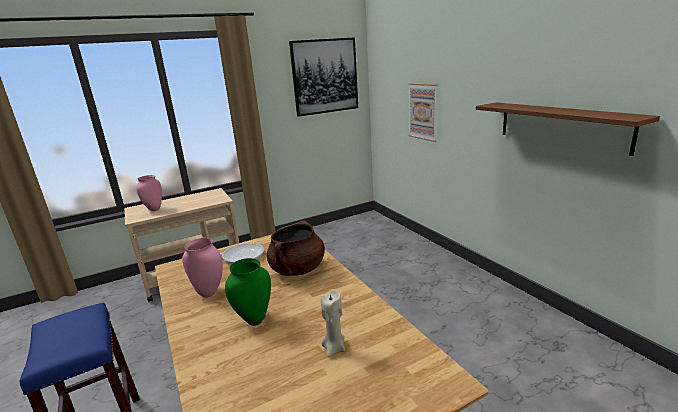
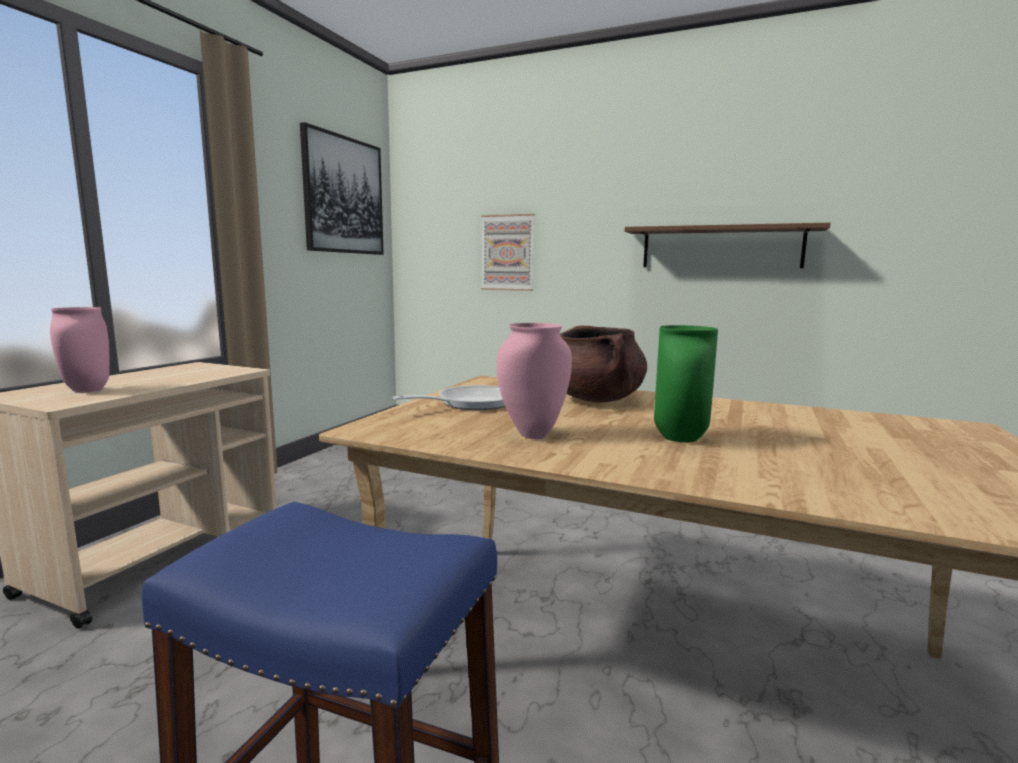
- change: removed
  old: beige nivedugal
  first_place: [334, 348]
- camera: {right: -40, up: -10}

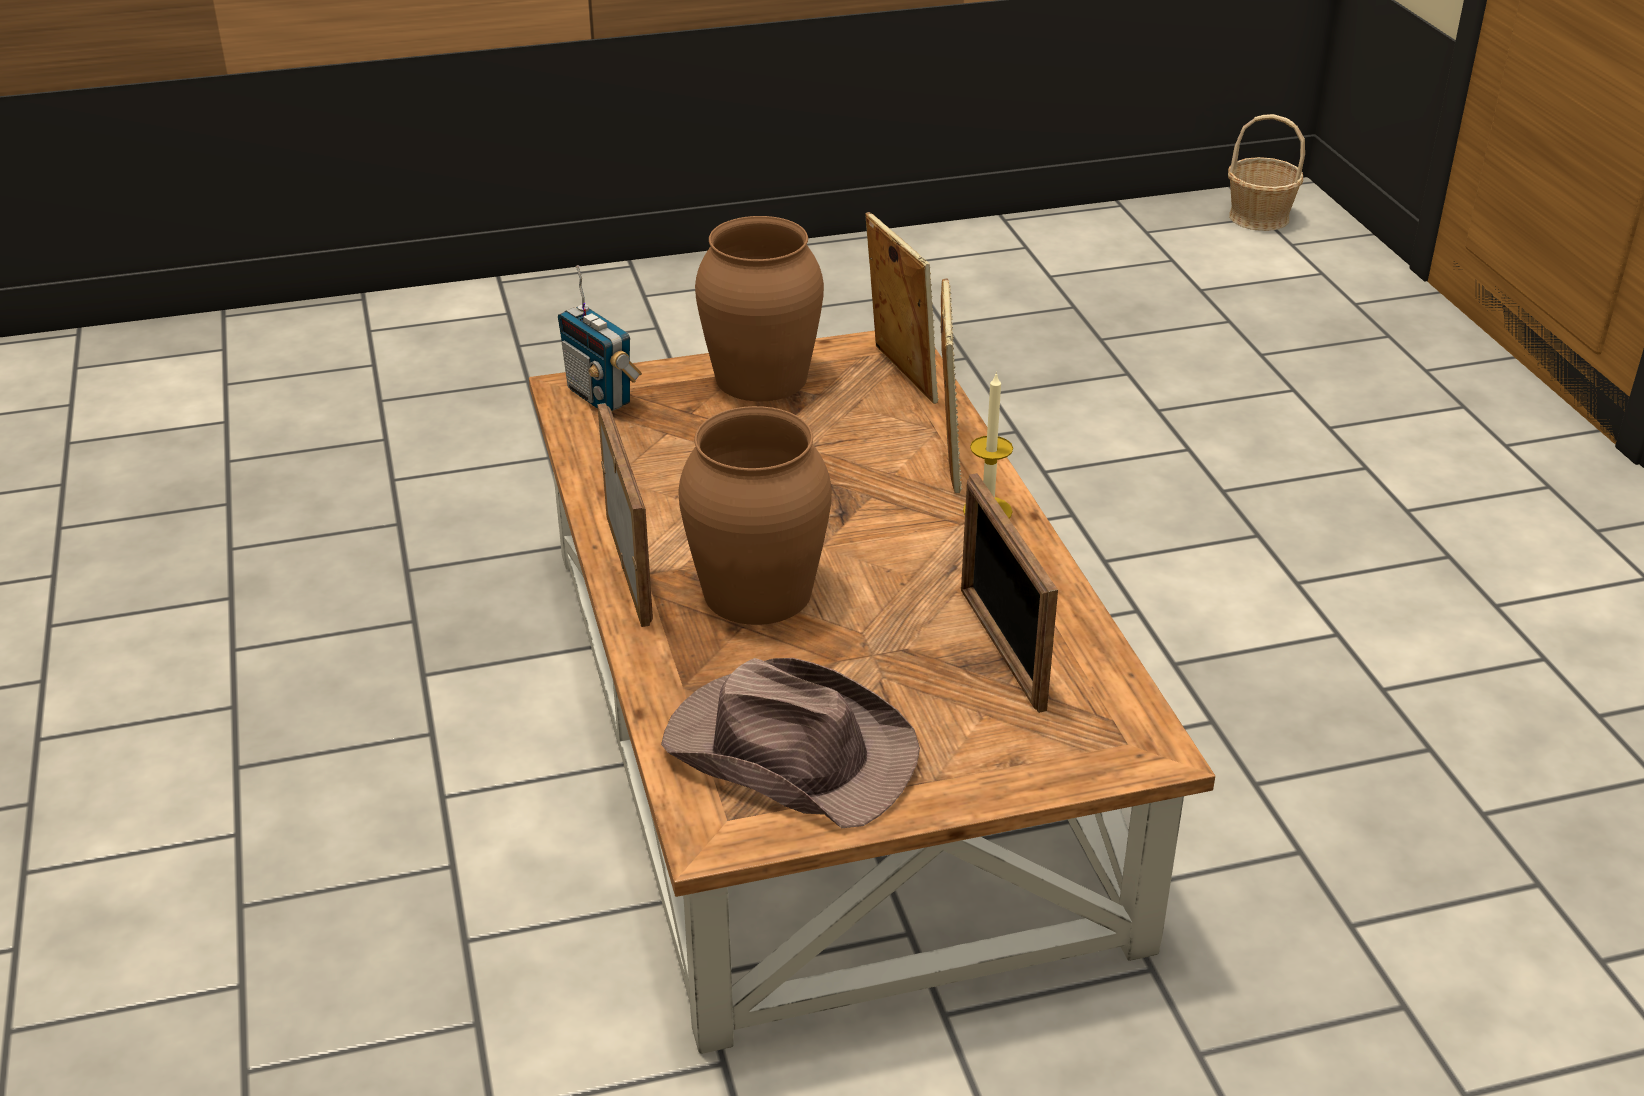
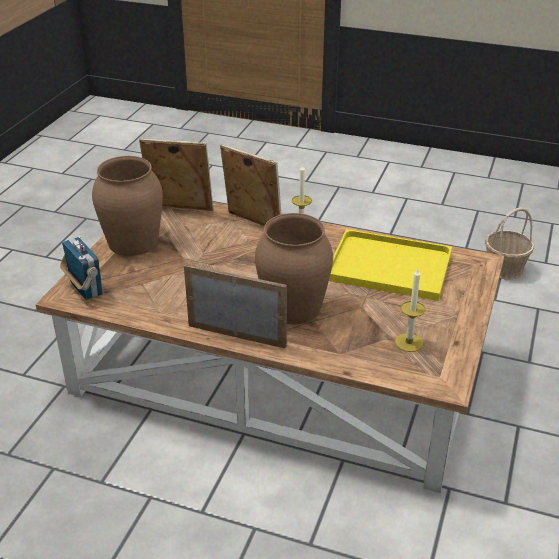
- change: turned
  old: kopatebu
  first_place: [600, 396]
  second_place: [85, 289]
  degrees: -120
- change: replaced
  old: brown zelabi
  new: nivedugal
  first_place: [788, 750]
  second_place: [409, 342]
- change: replaced
  old: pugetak
  new: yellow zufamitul
  first_place: [1001, 648]
  second_place: [392, 266]
- change: moved
  old: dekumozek
  first_place: [1258, 217]
  second_place: [504, 268]
- camera: {right: -55, up: 0}

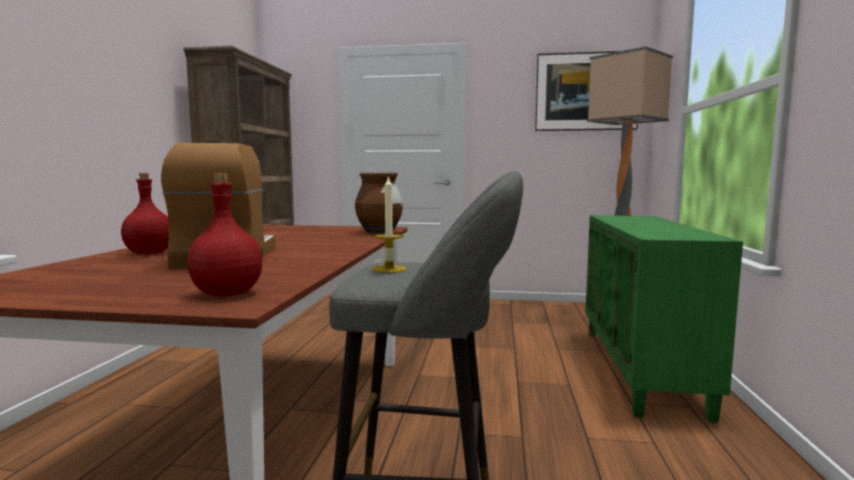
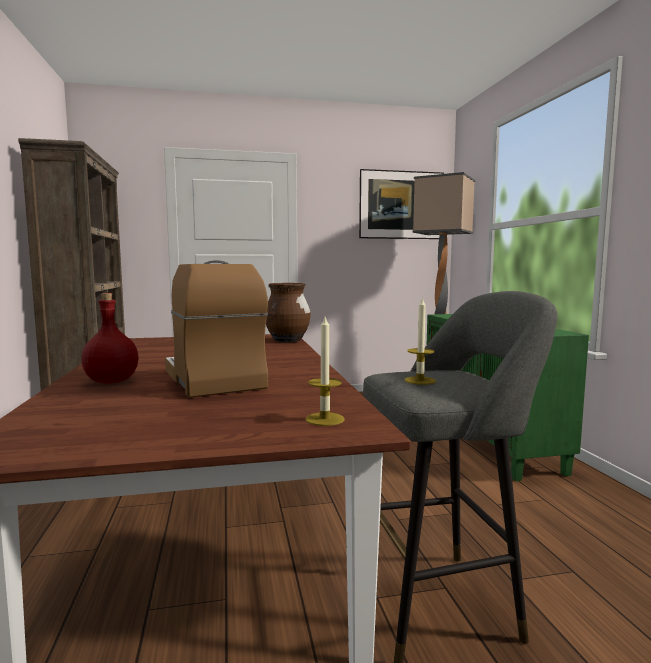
- change: replaced
  old: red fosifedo
  new: nivedugal
  first_place: [227, 293]
  second_place: [325, 419]
- camera: {right: -20, up: 0}

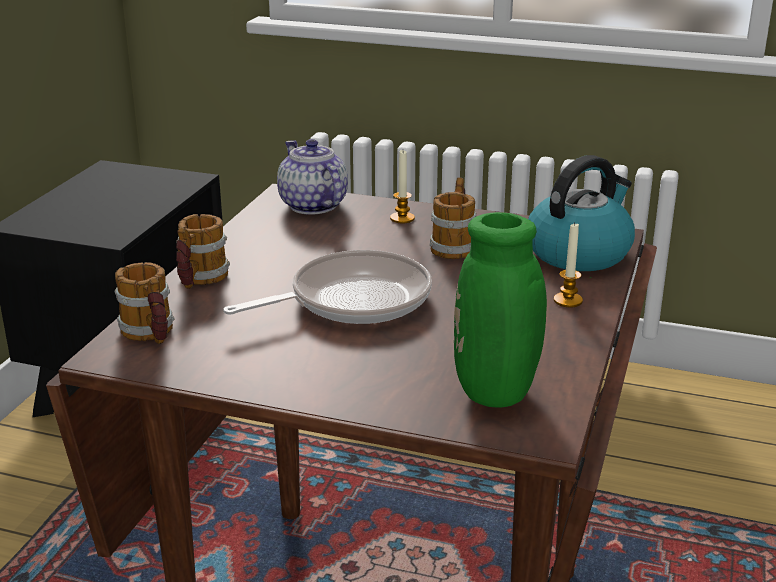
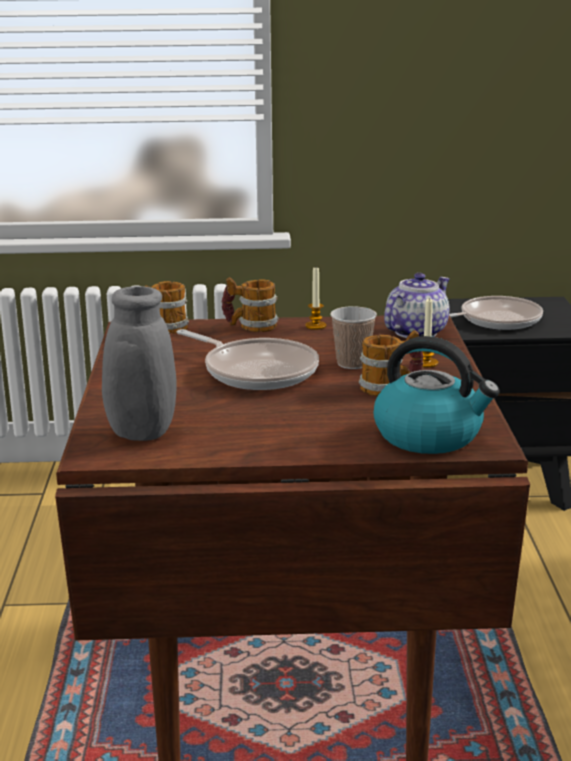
- change: recoloured
  old: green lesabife
  new: grey lesabife
  first_place: [497, 398]
  second_place: [136, 435]
- change: moved
  old: nivedugal
  first_place: [568, 300]
  second_place: [315, 326]
- change: added
  new: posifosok
  second_place: [352, 363]
- change: added
  new: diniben
  second_place: [495, 320]
- camera: {right: 70, up: -5}

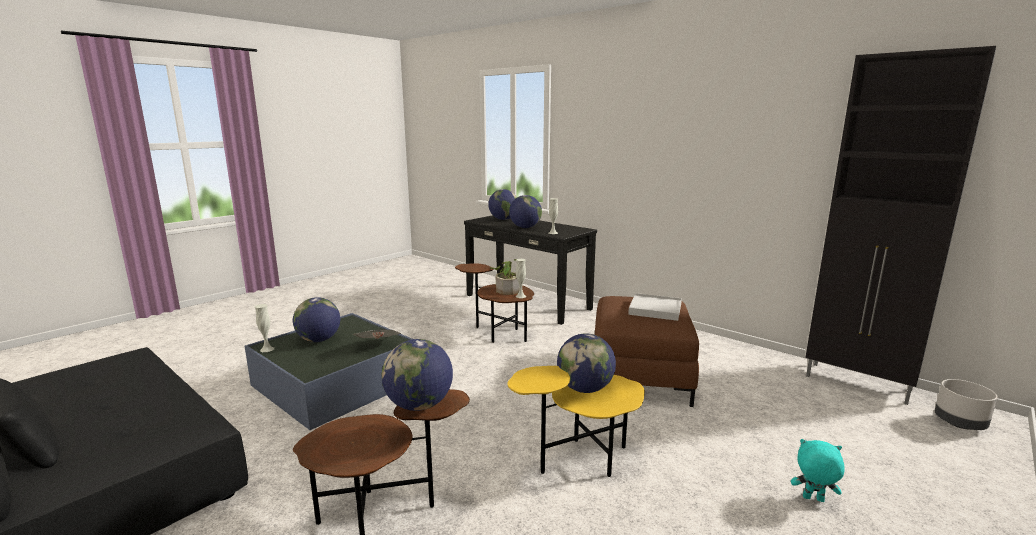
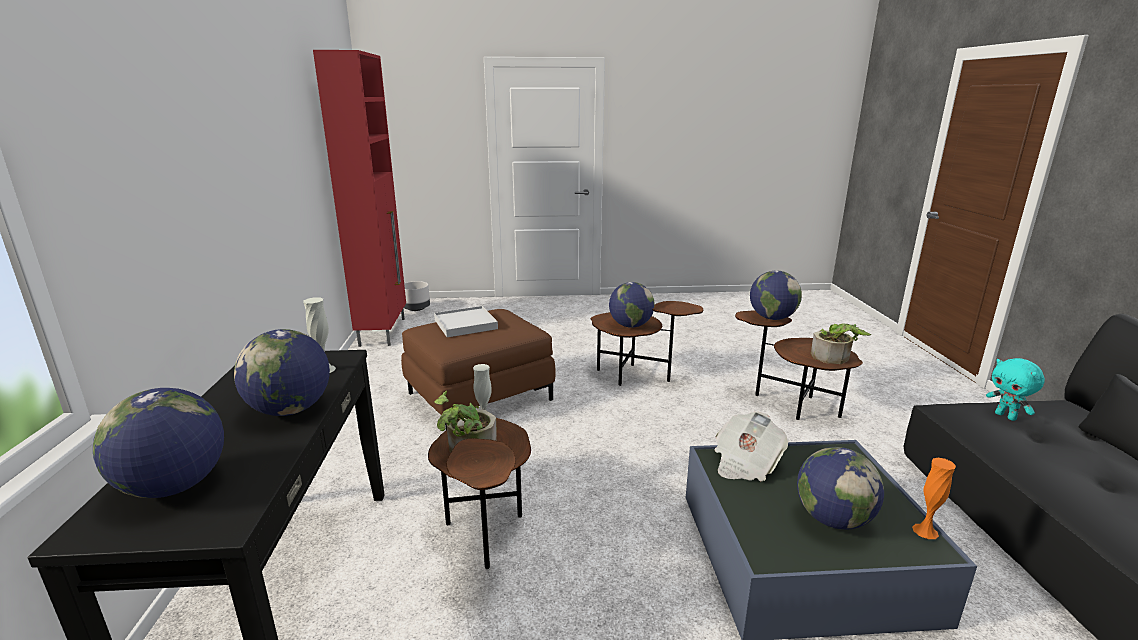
- change: recoloured
  old: white lesabife
  new: orange lesabife
  first_place: [267, 349]
  second_place: [925, 531]
- change: recoloured
  old: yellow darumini
  new: brown darumini
  first_place: [580, 461]
  second_place: [637, 376]
- change: moved
  old: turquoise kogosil
  first_place: [813, 499]
  second_place: [1006, 416]
- change: recoloured
  old: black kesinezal
  new: red kesinezal
  first_place: [859, 383]
  second_place: [383, 331]
- change: added
  new: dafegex
  second_place: [835, 358]
- camera: {right: -135, up: 5}

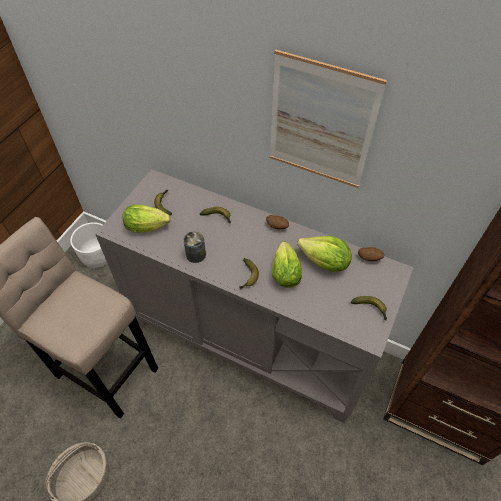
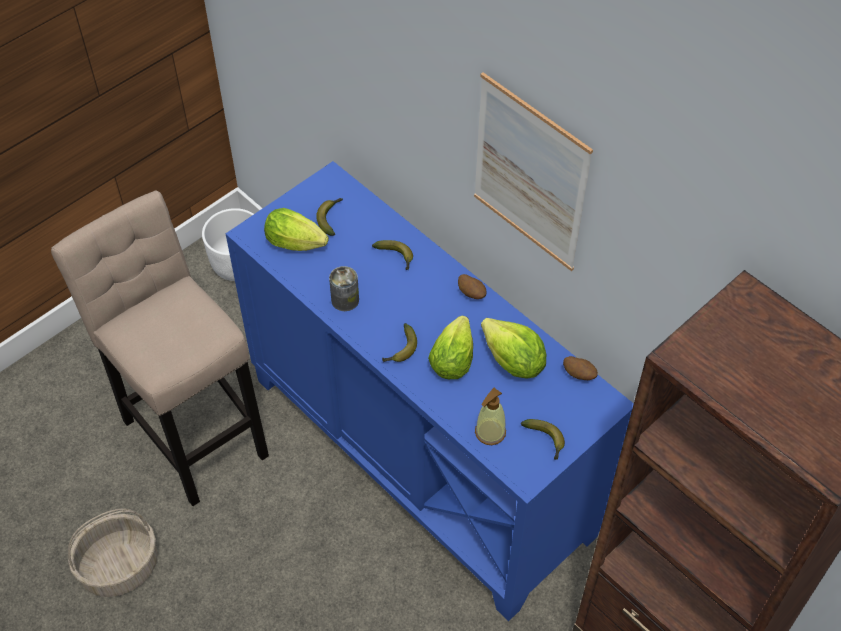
- change: recoloured
  old: grey kesinezal
  new: blue kesinezal
  first_place: [251, 336]
  second_place: [422, 455]
- change: added
  new: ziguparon
  second_place: [490, 432]
- camera: {right: 20, up: 0}

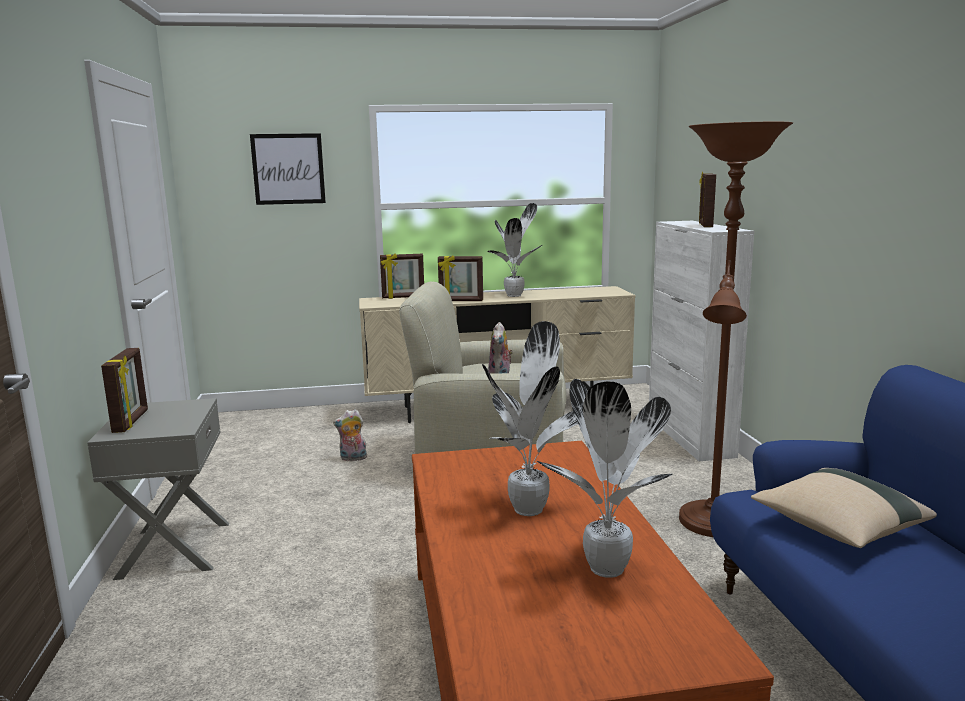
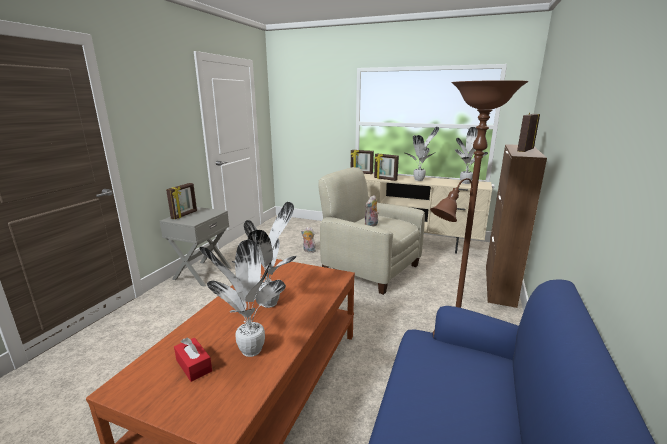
- change: removed
  old: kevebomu
  first_place: [288, 169]
- change: recoloured
  old: white kesinezal
  new: brown kesinezal
  first_place: [689, 436]
  second_place: [499, 285]
- change: removed
  old: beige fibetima
  first_place: [837, 529]
- change: added
  new: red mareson
  second_place: [194, 365]
- change: added
  new: dafegex
  second_place: [465, 182]
- camera: {right: 30, up: 5}

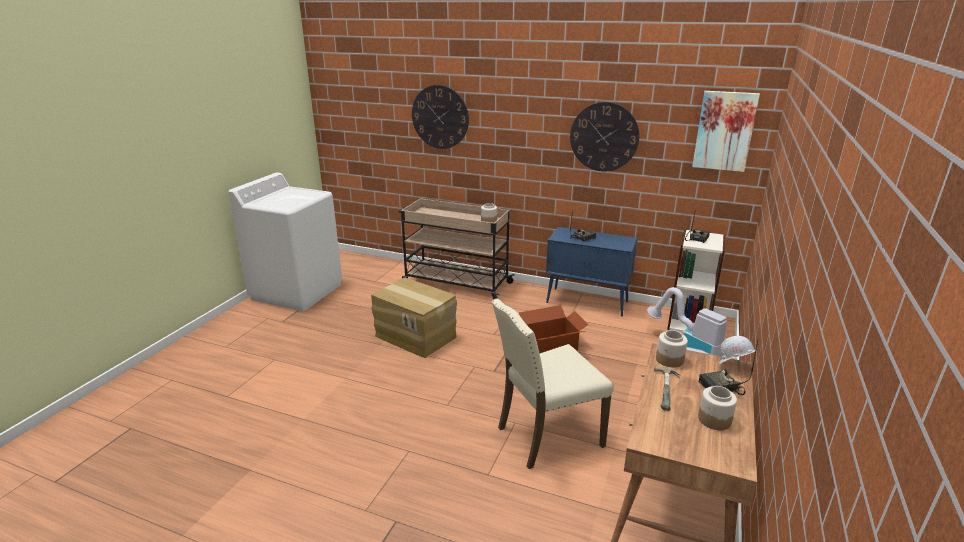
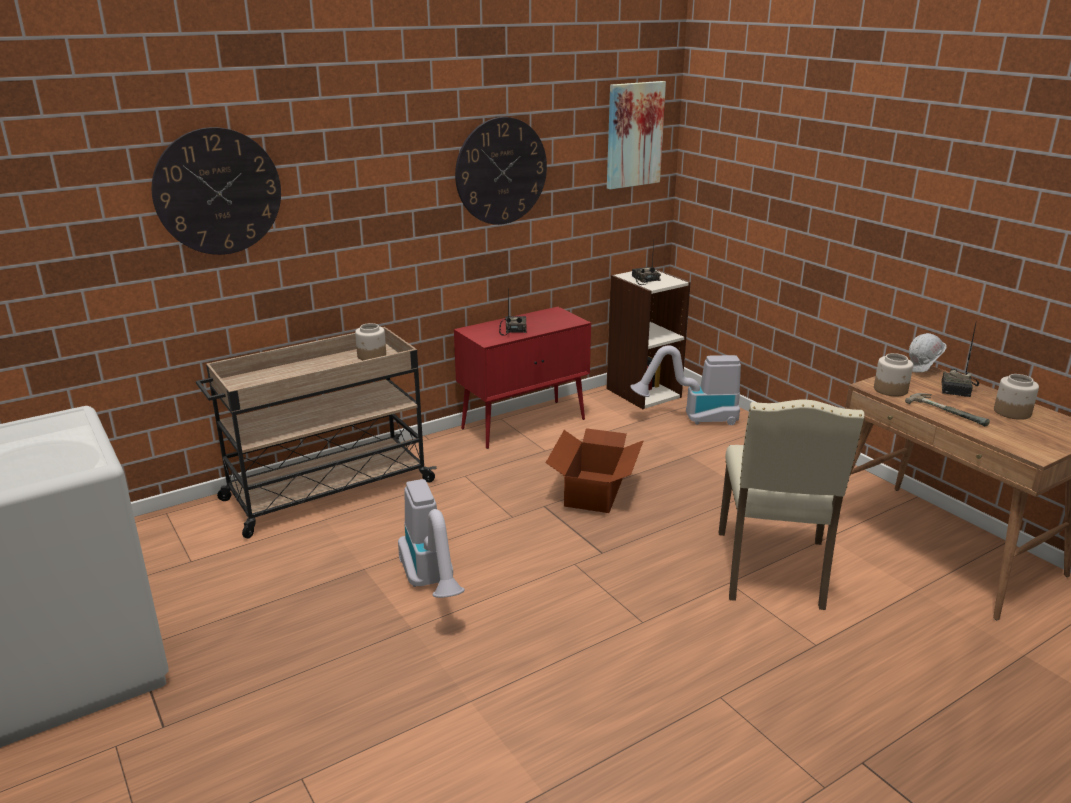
- change: replaced
  old: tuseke
  new: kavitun
  first_place: [416, 336]
  second_place: [432, 583]
- change: recoloured
  old: blue kesinezal
  new: red kesinezal
  first_place: [588, 302]
  second_place: [524, 423]
- camera: {right: -55, up: 0}

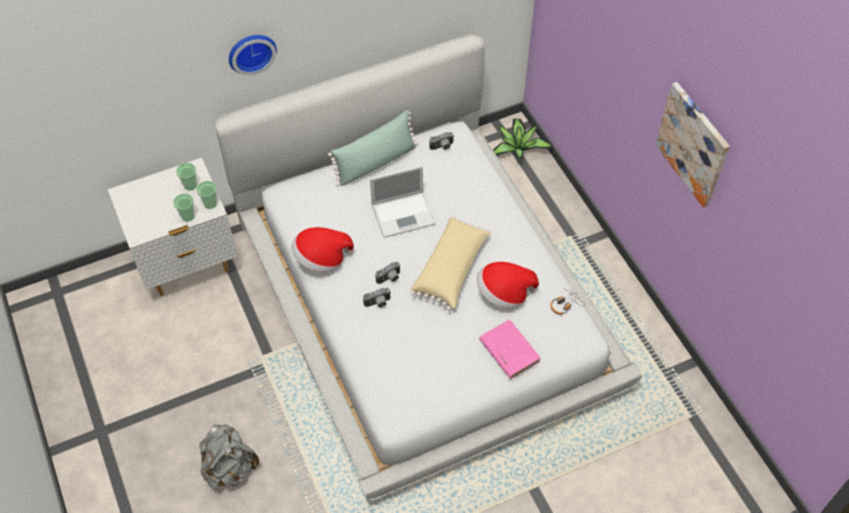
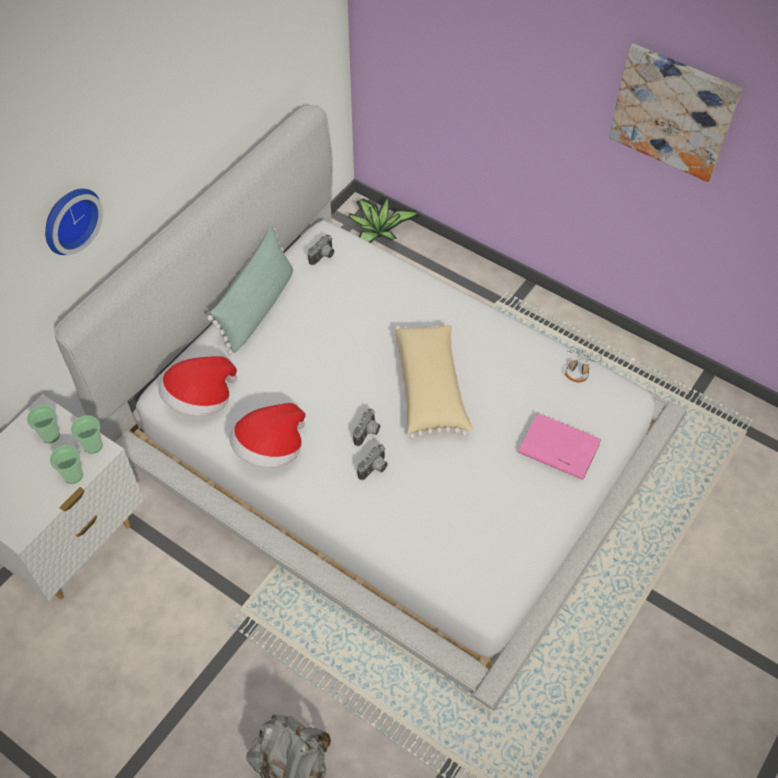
- change: removed
  old: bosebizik
  first_place: [404, 214]
- change: moved
  old: zelabi
  first_place: [504, 294]
  second_place: [200, 400]
- camera: {right: -30, up: 0}

